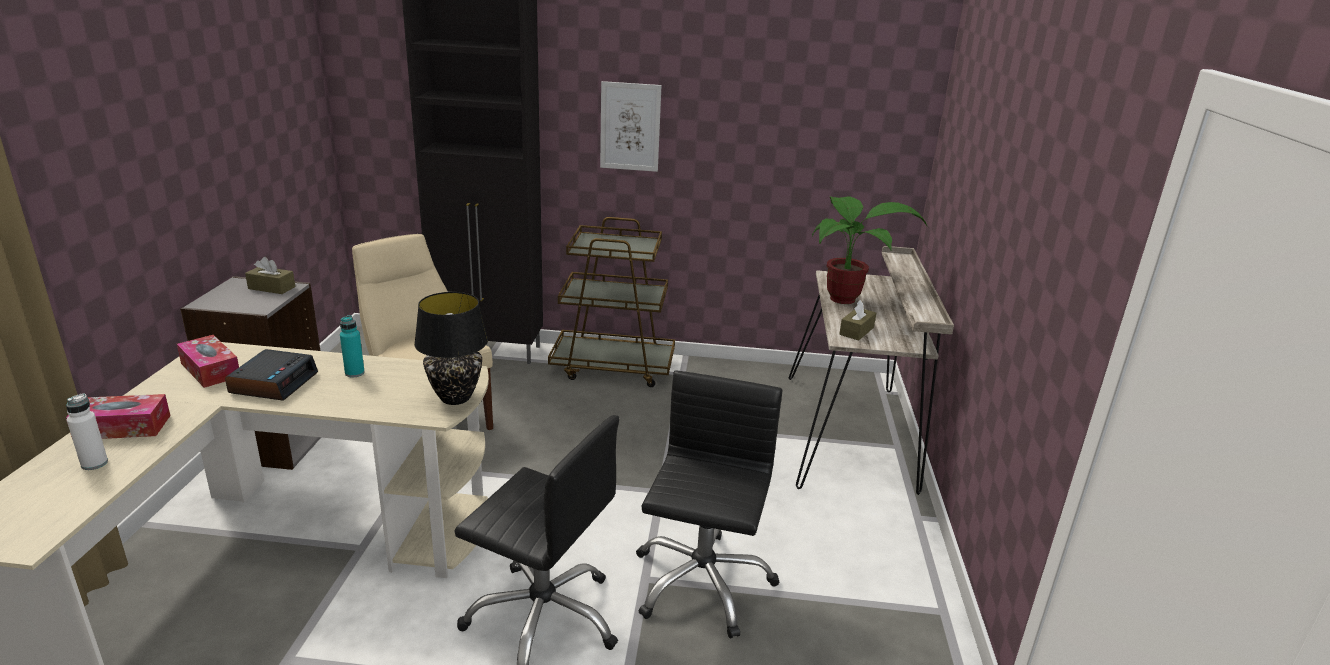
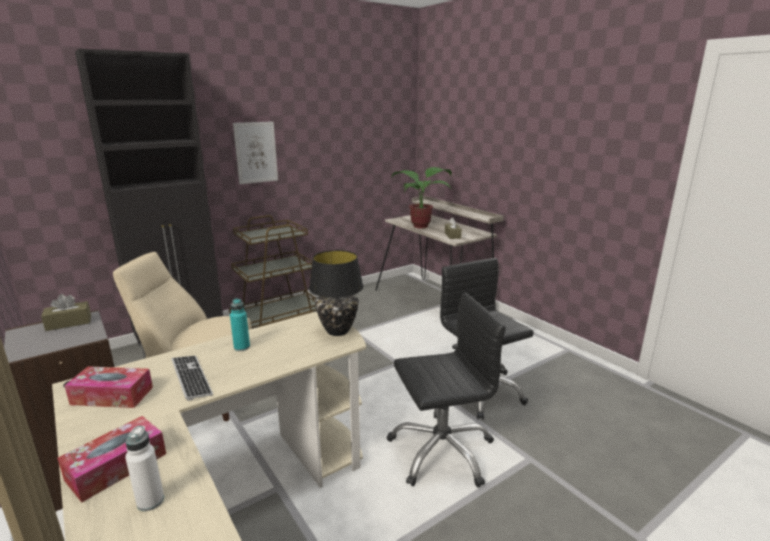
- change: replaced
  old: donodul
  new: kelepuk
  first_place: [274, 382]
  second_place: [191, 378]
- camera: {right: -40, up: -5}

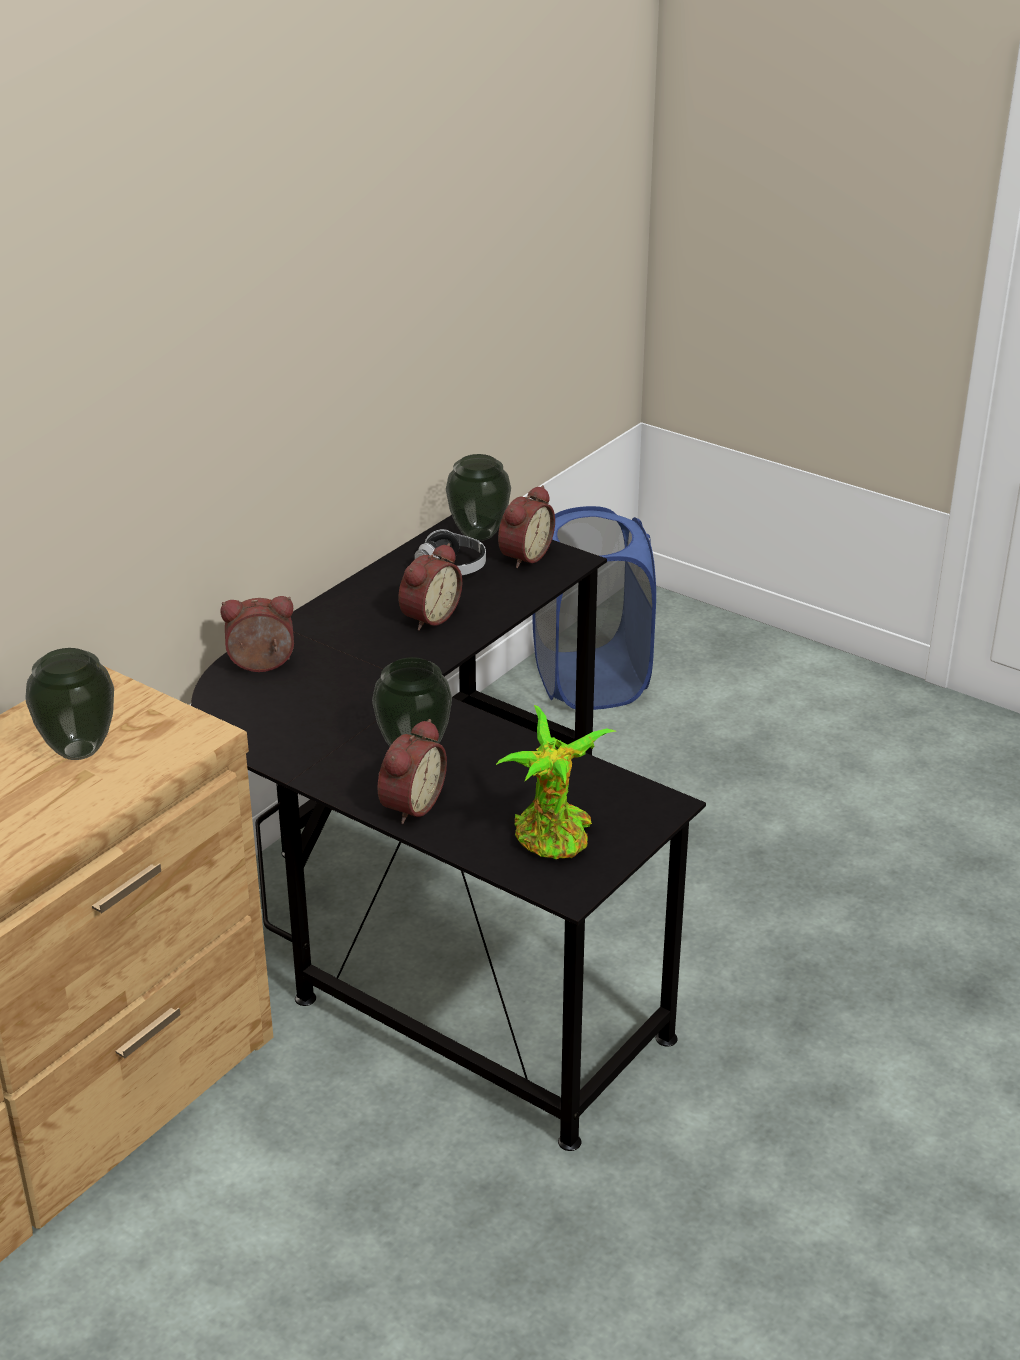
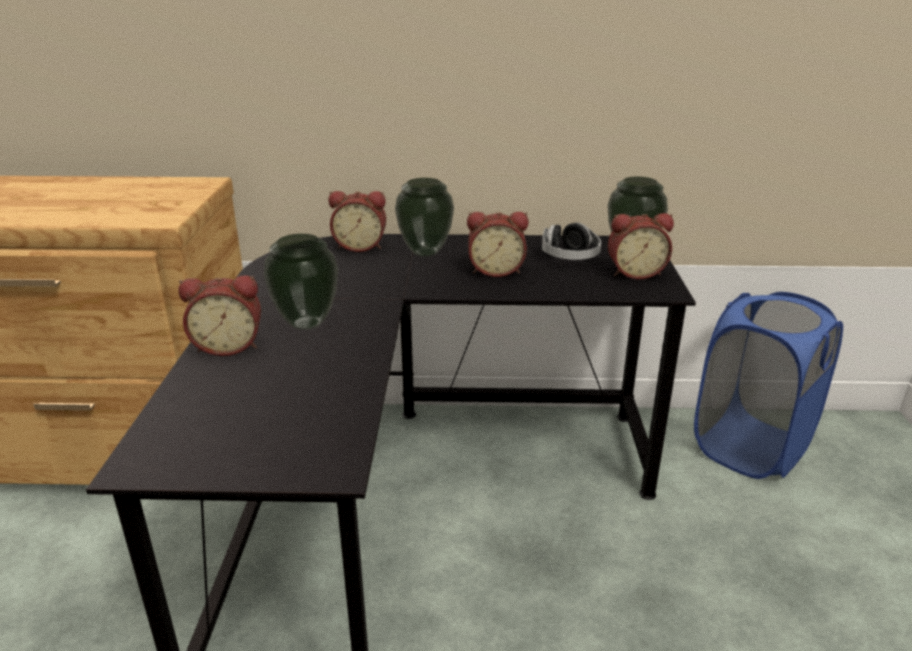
- change: moved
  old: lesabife
  first_place: [80, 751]
  second_place: [425, 252]
- change: turned
  old: donodul
  first_place: [261, 666]
  second_place: [360, 246]
  degrees: 135
- change: removed
  old: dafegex
  first_place: [553, 840]
- camera: {right: 55, up: -5}

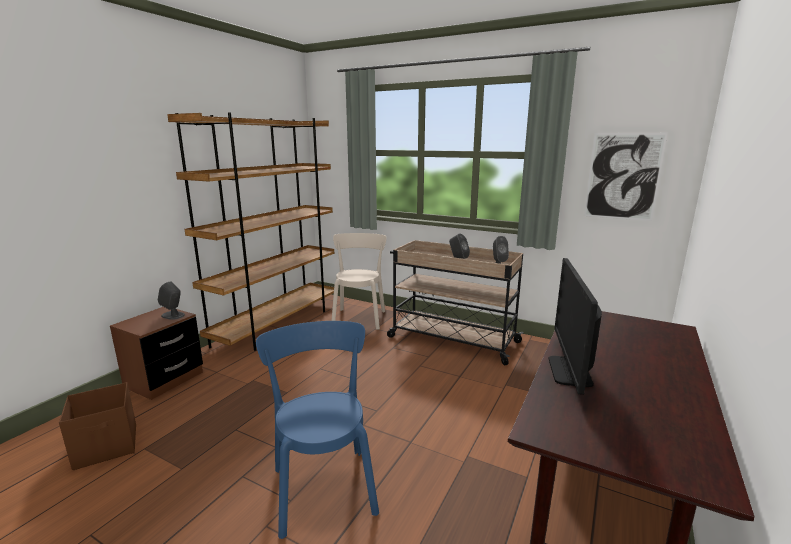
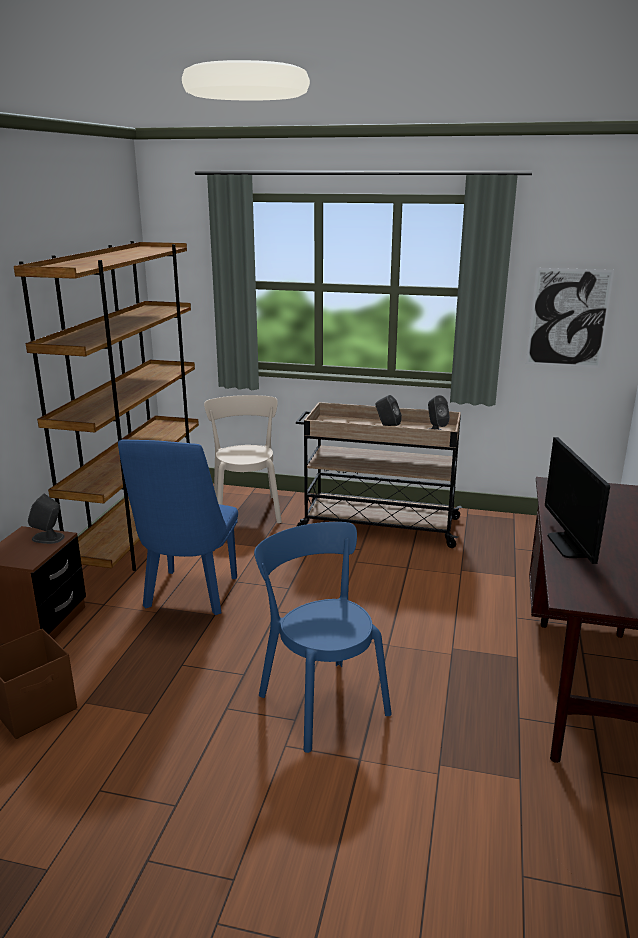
- change: added
  new: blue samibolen
  second_place: [189, 597]
- camera: {right: -15, up: 5}

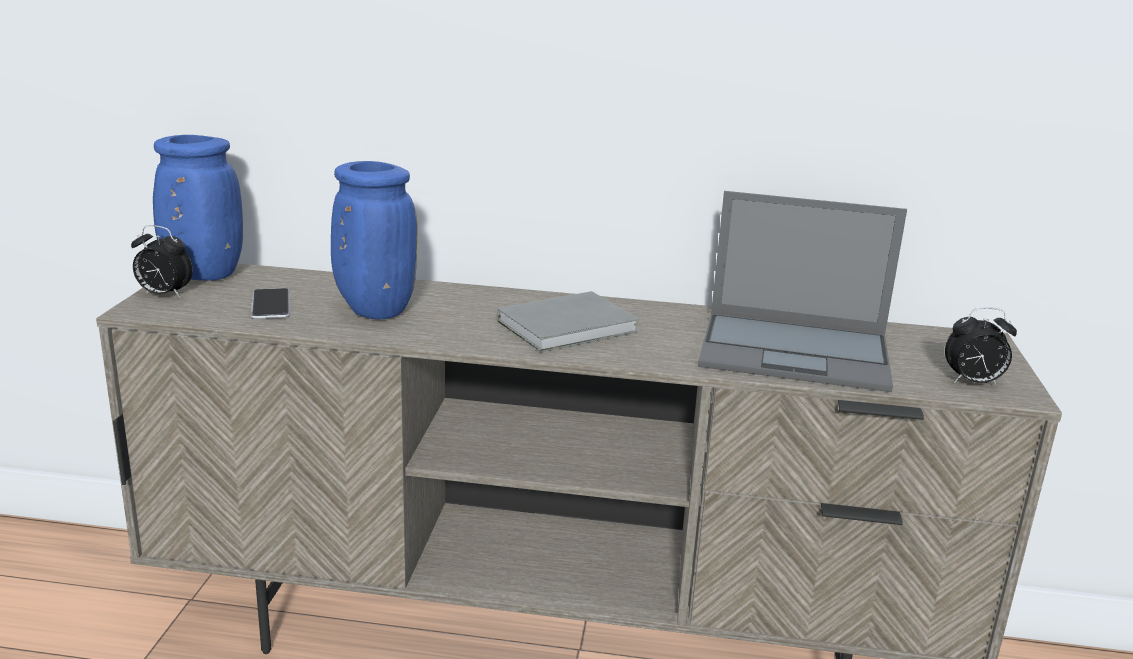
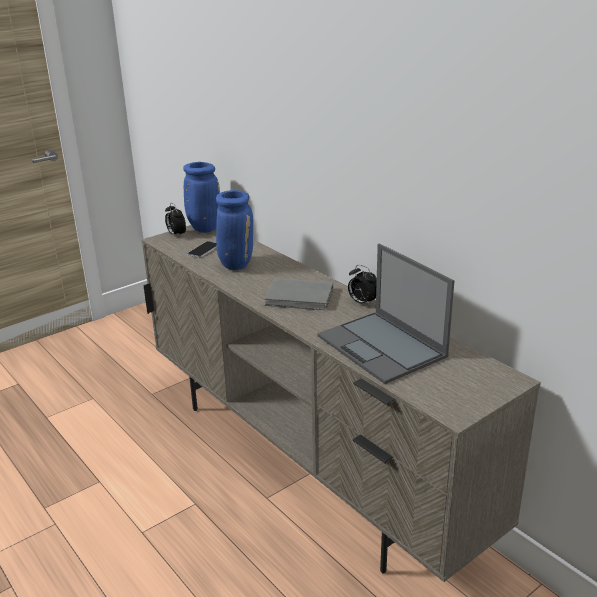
- change: moved
  old: donodul
  first_place: [972, 382]
  second_place: [362, 302]
- camera: {right: 45, up: 5}

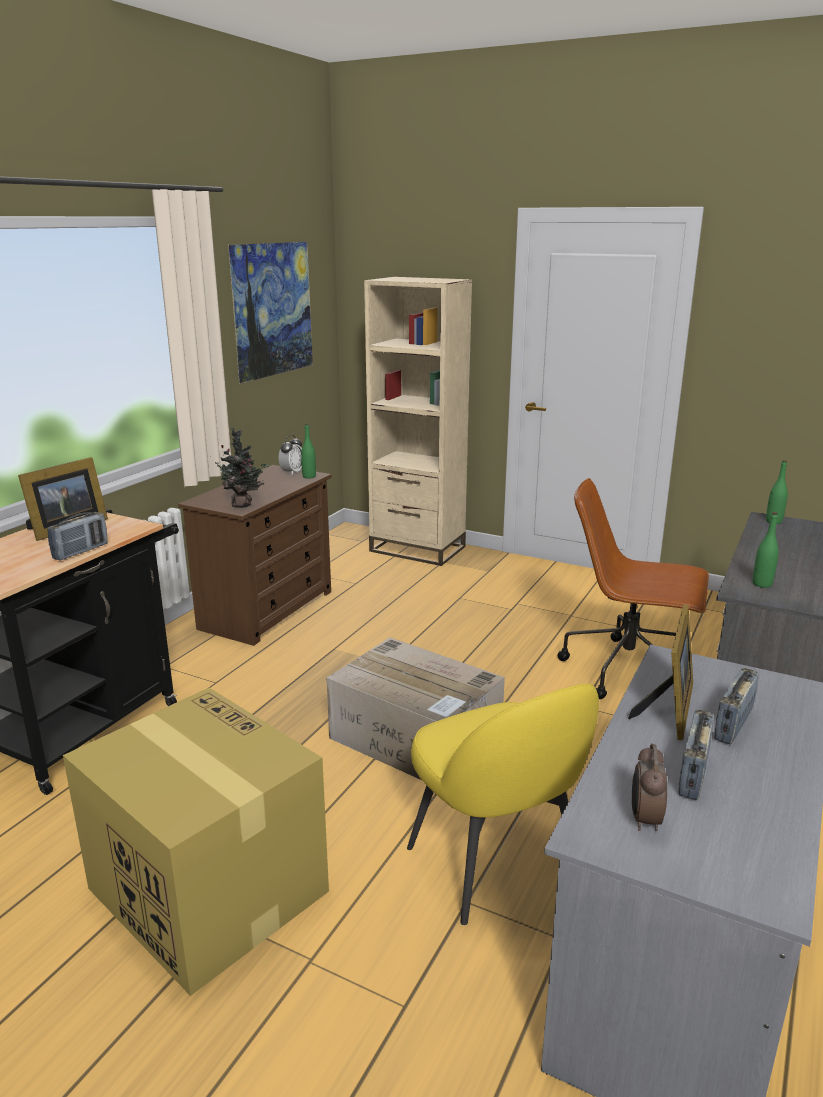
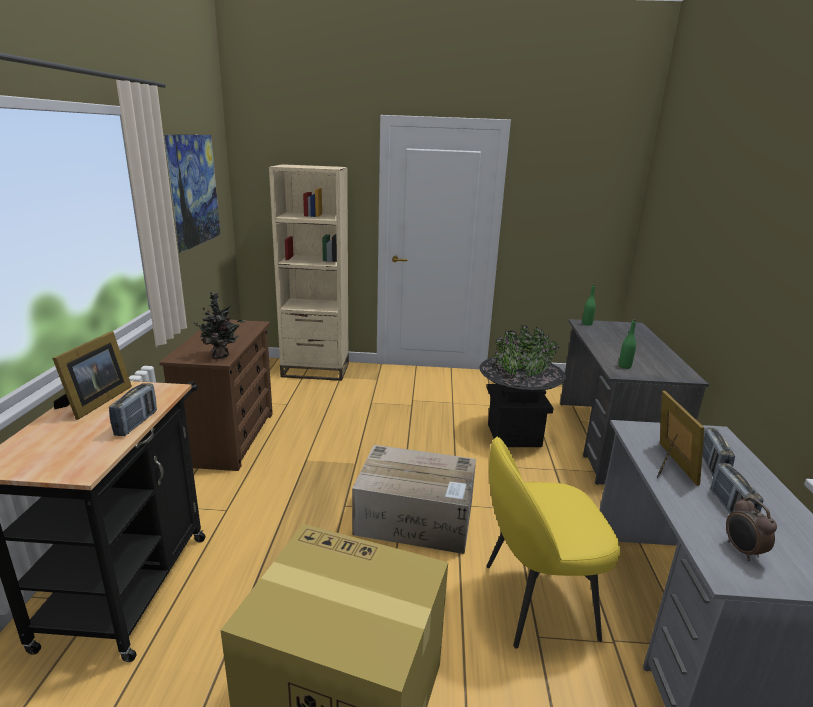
- change: removed
  old: donodul
  first_place: [292, 472]
- change: removed
  old: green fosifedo
  first_place: [309, 476]
- change: turned
  old: yellow samibolen
  first_place: [495, 864]
  second_place: [535, 600]
  degrees: 135
- change: replaced
  old: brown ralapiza
  new: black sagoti
  first_place: [628, 670]
  second_place: [513, 435]
- camera: {right: -25, up: 0}

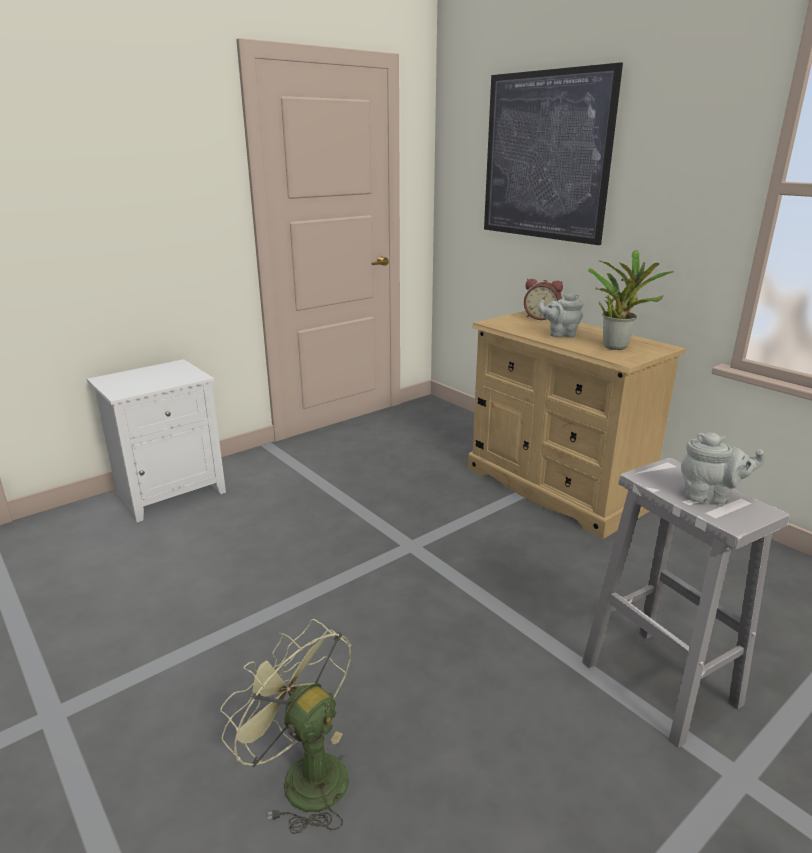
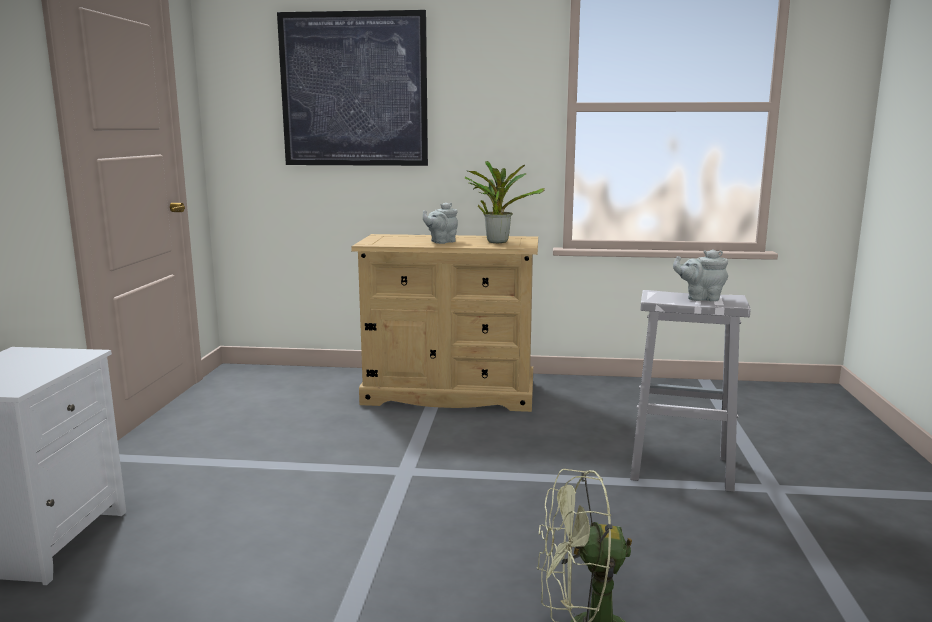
- change: removed
  old: donodul
  first_place: [541, 317]
- change: turned
  old: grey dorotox
  first_place: [710, 496]
  second_place: [701, 298]
  degrees: -135
- camera: {right: -45, up: -10}

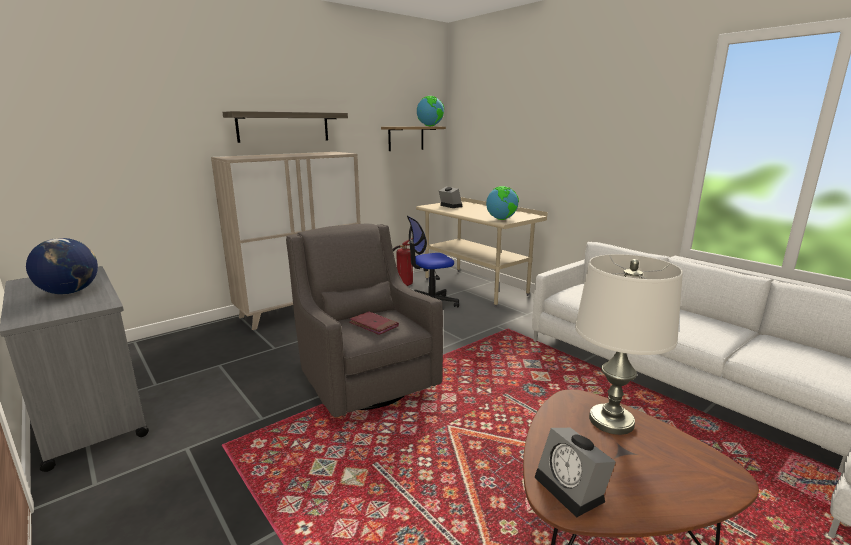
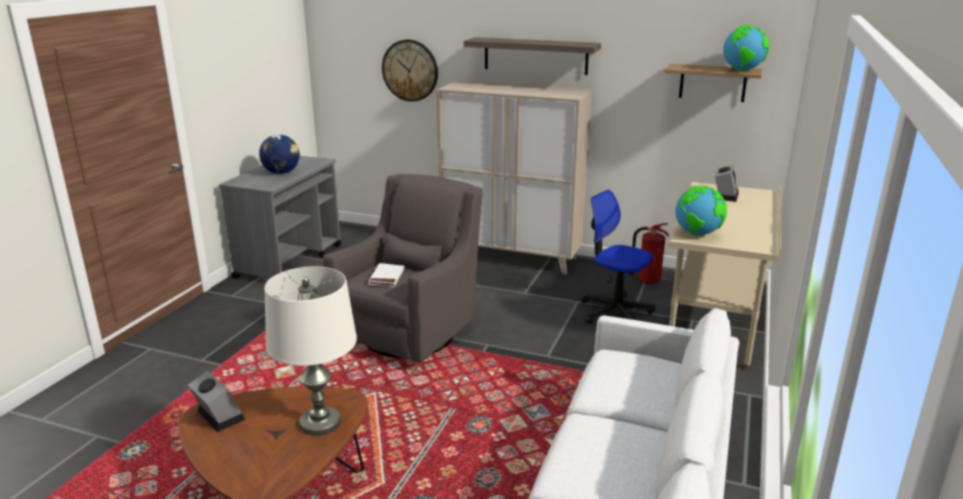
- change: recoloured
  old: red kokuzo
  new: white kokuzo
  first_place: [373, 325]
  second_place: [387, 277]
- change: turned
  old: donodul
  first_place: [572, 489]
  second_place: [218, 416]
  degrees: 105
- change: added
  new: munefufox
  second_place: [410, 70]
- camera: {right: 60, up: 5}

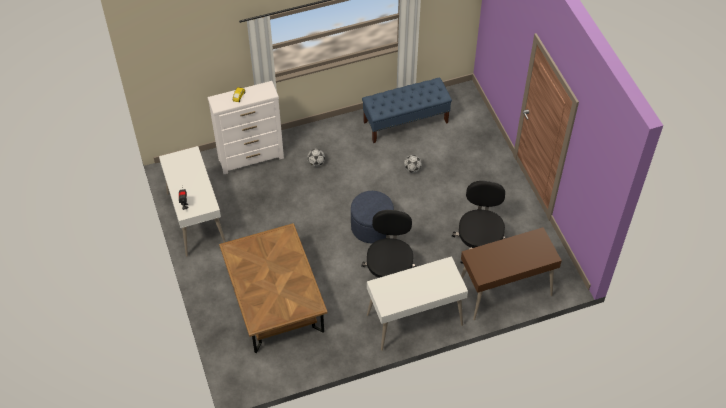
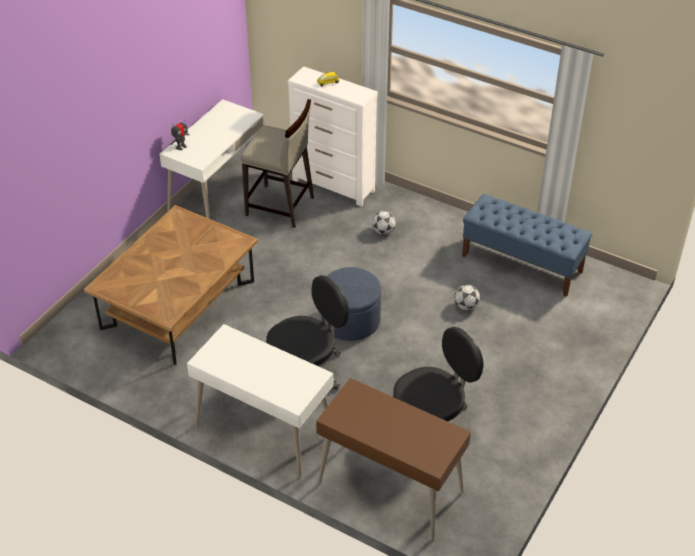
- change: added
  new: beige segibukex
  second_place: [280, 207]
- camera: {right: 50, up: -10}

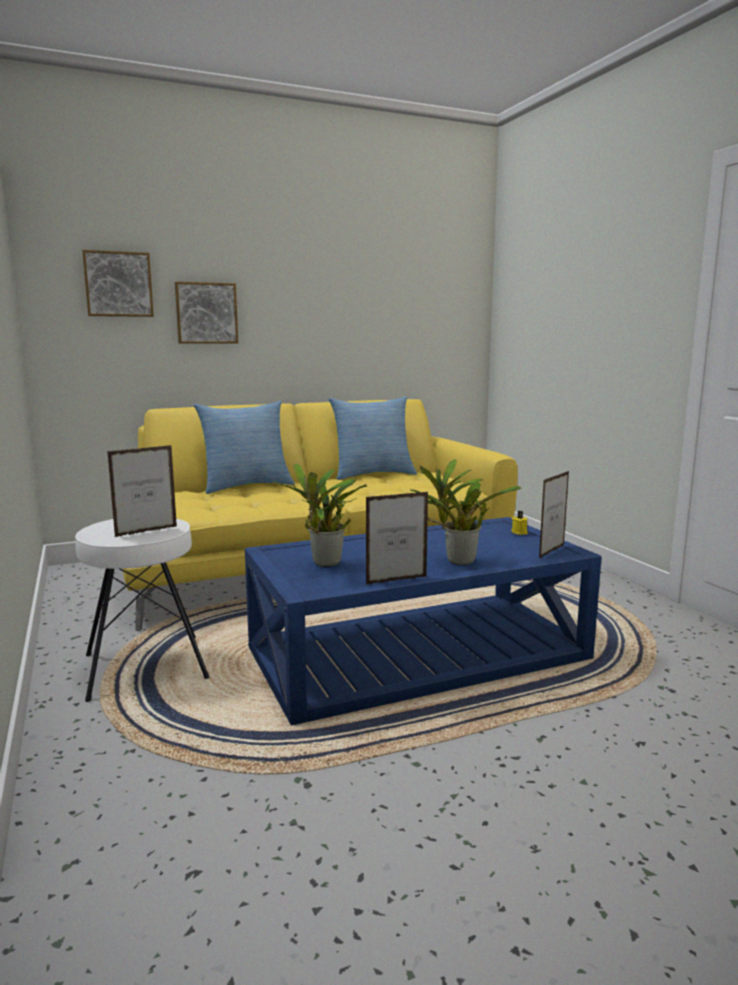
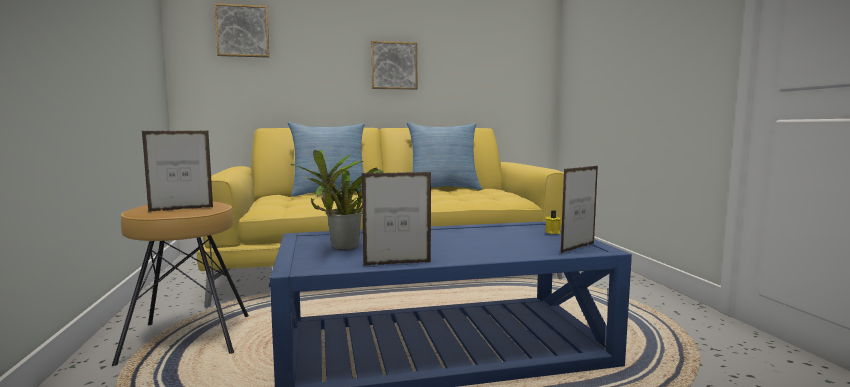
- change: recoloured
  old: white segibukex
  new: brown segibukex
  first_place: [145, 666]
  second_place: [188, 337]
- change: moved
  old: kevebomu
  first_place: [206, 313]
  second_place: [394, 66]
- change: removed
  old: dafegex
  first_place: [456, 562]
- camera: {right: 10, up: -5}

